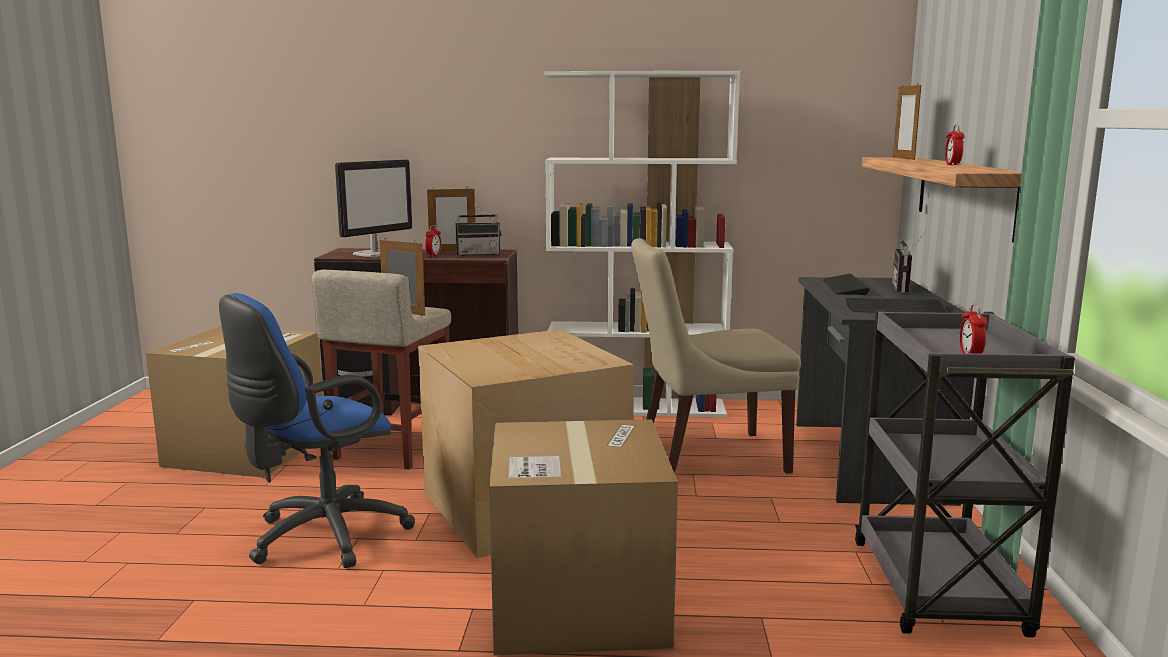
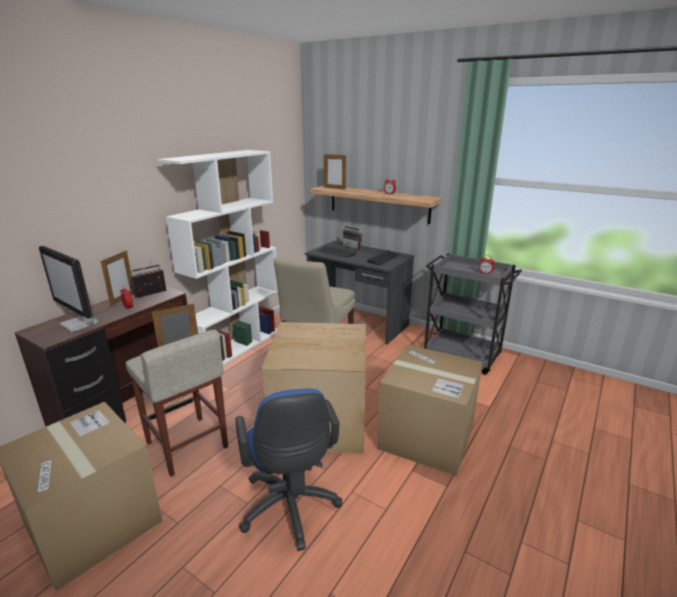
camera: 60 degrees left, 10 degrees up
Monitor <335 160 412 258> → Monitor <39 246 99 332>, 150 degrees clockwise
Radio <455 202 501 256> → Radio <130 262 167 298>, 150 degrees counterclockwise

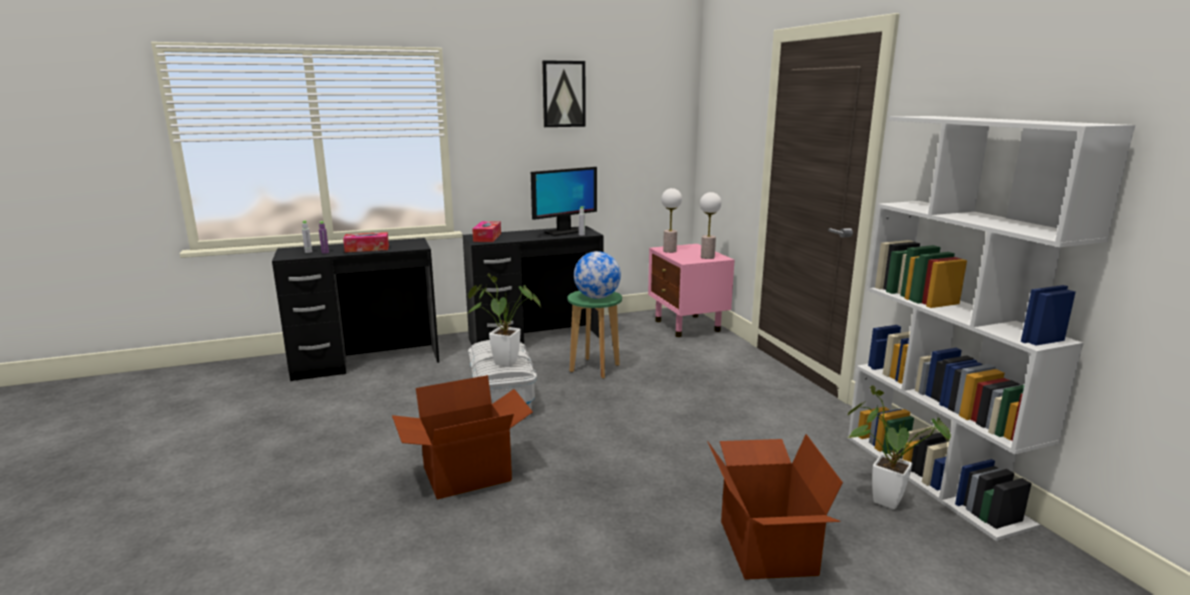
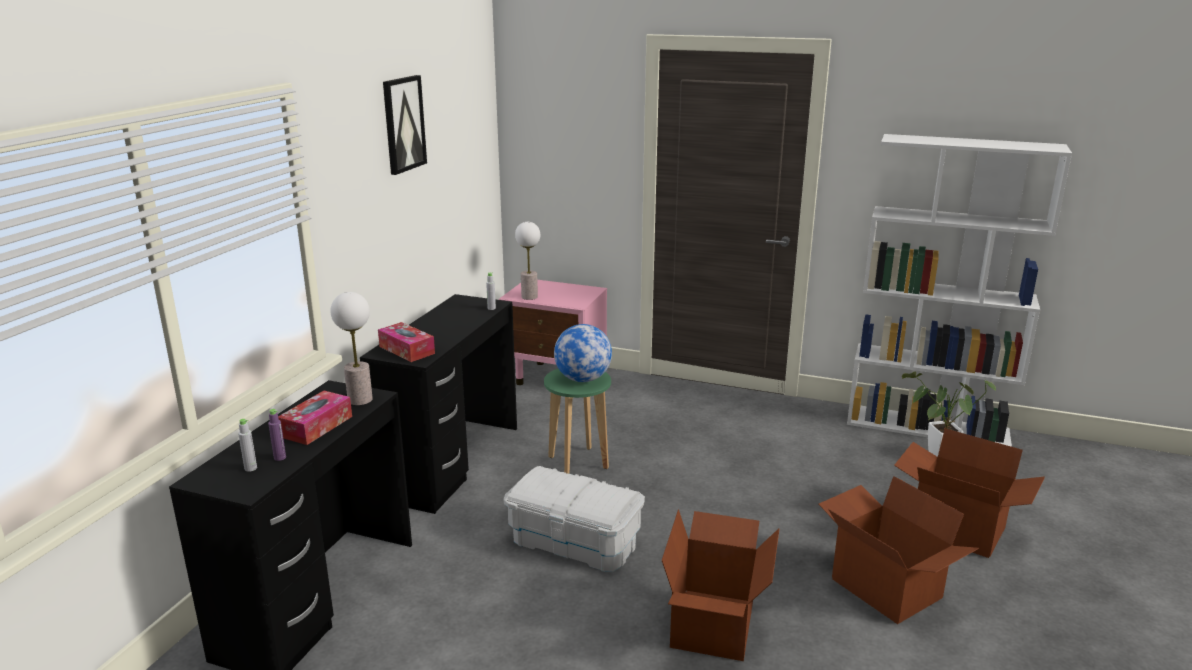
camera: 50 degrees left, 5 degrees up
Topfpflanze <468 273 541 367> → -
Monitor <531 167 597 236> → -
- → Karton <819 476 979 624>
Tischlampe <700 192 721 259> → Tischlampe <331 292 373 406>, relocated

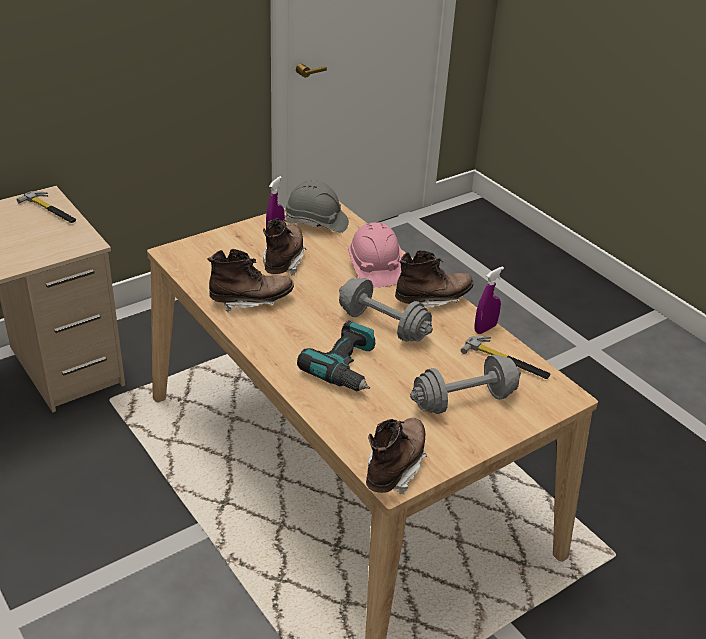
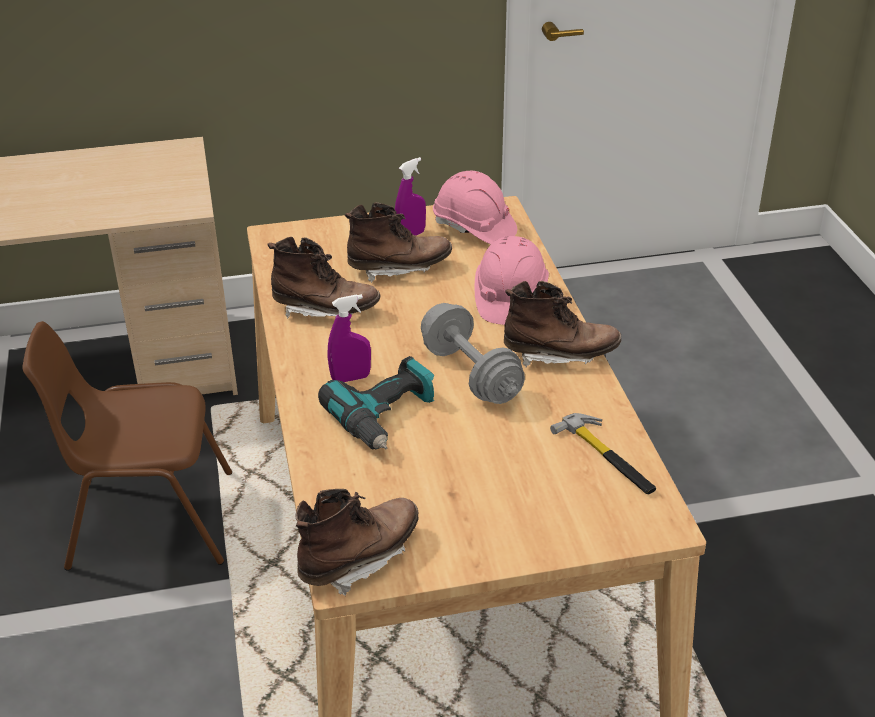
camera: 25 degrees right, 0 degrees up
Hammer <17 191 76 223> → -
Hantel [grau] <410 354 521 414> → -
- → Stuhl [braun] <22 321 232 571>
Sprühflasche [lila] <475 266 504 334> → Sprühflasche [lila] <328 294 371 382>, relocated
Schutzhelm [grau] <285 180 349 233> → Schutzhelm [rosa] <433 171 517 244>
Stiefel [braun] <263 218 306 275> → Stiefel [braun] <345 202 452 283>, 45 degrees clockwise

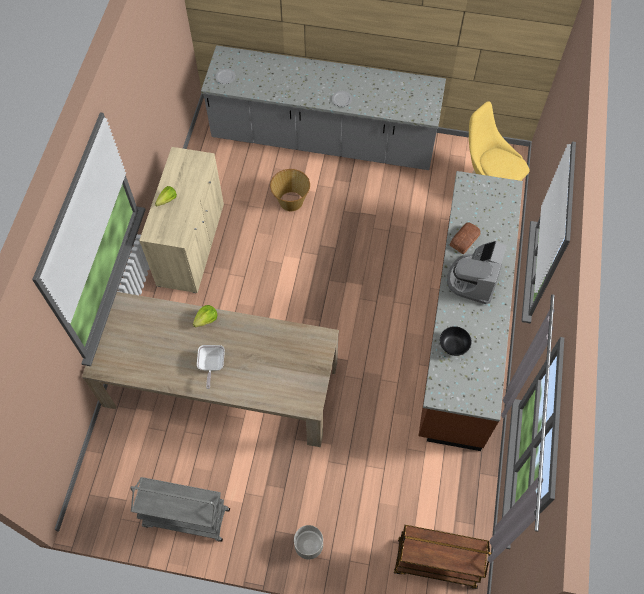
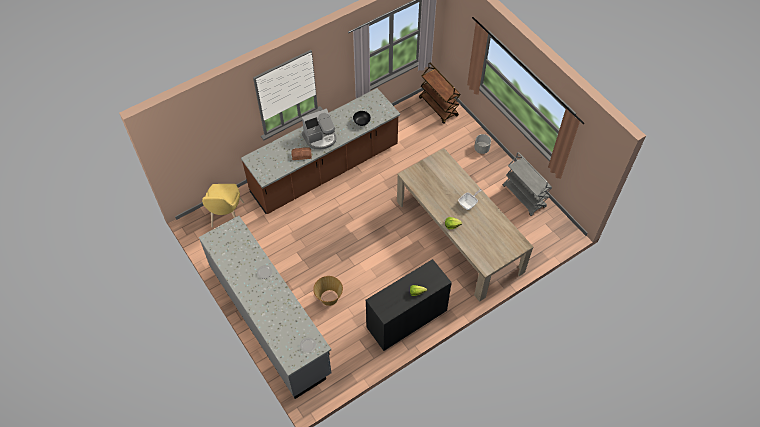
camera: 135 degrees left, 5 degrees down
Schrank [beige] <139 147 224 293> → Schrank [schwarz] <366 259 452 351>

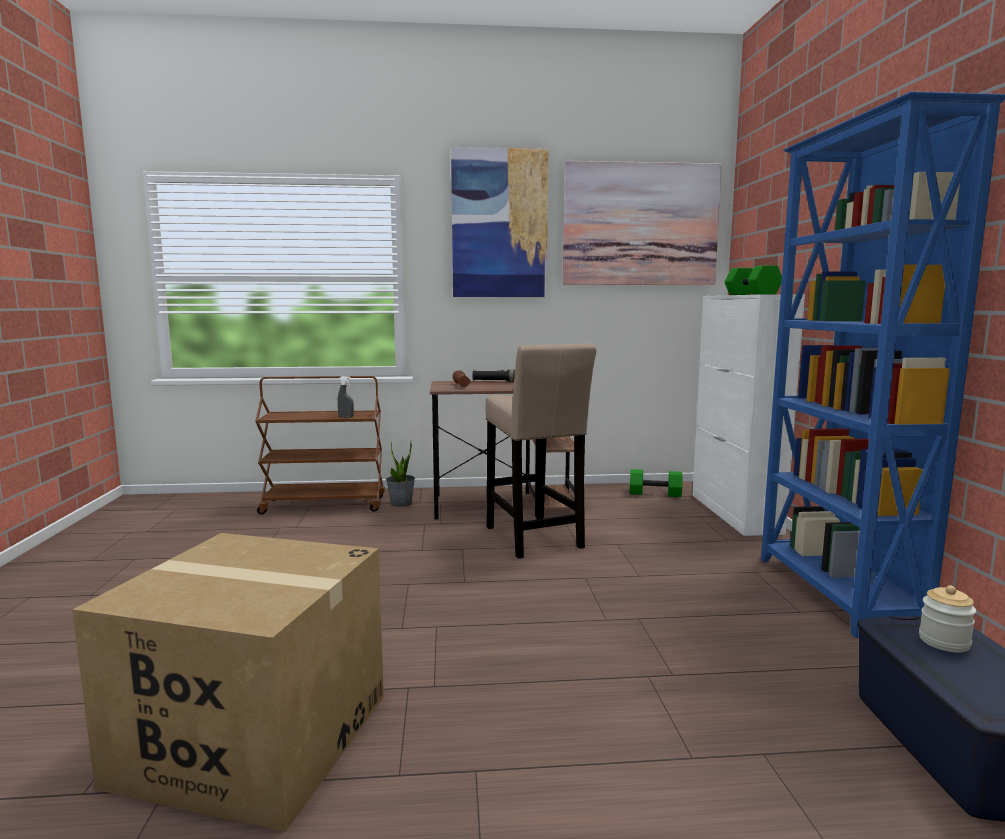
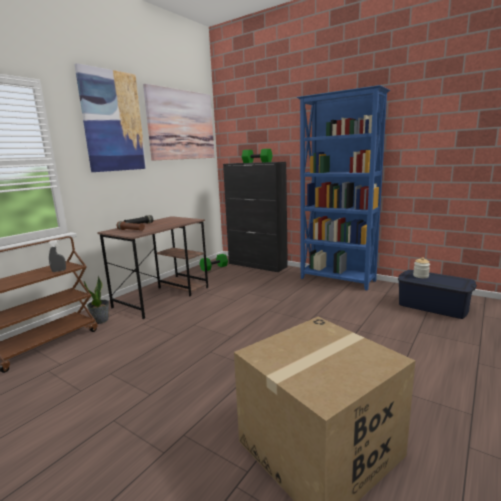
camera: 50 degrees left, 5 degrees up
Hocker [beige] <485 343 596 559> → -
Schrank [weiß] <693 295 805 536> → Schrank [schwarz] <223 162 288 272>

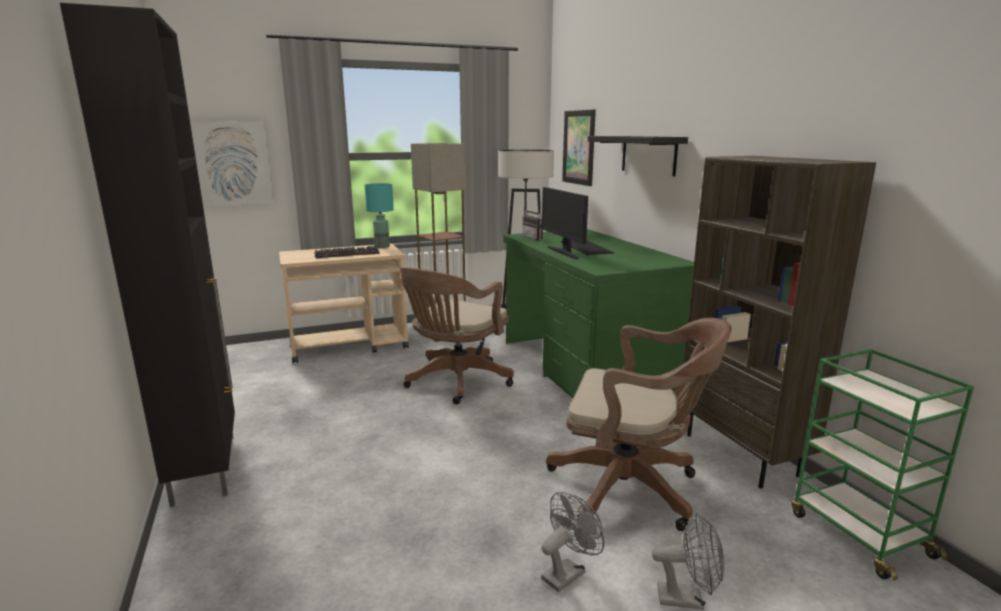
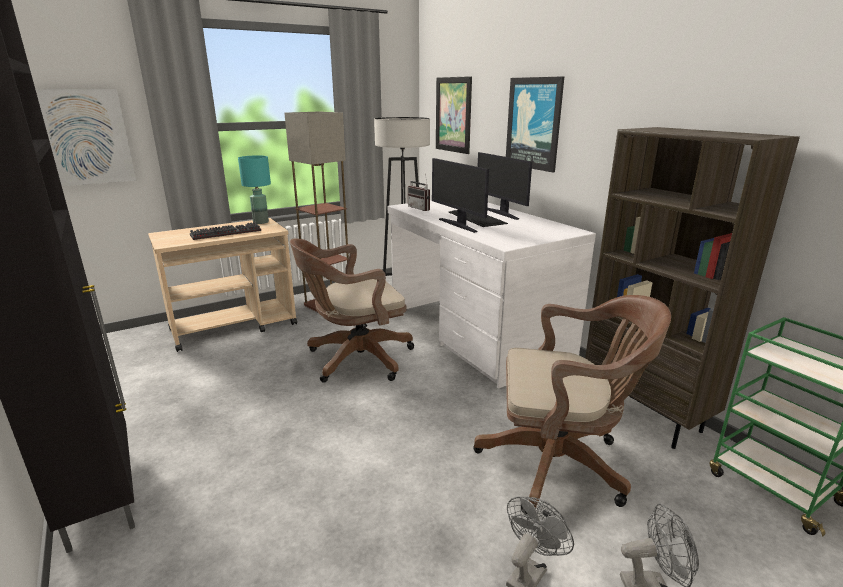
camera: 10 degrees left, 5 degrees up
- → Monitor <477 152 532 220>
Wandregal [schwarz] <588 136 688 177> → Bild <506 76 564 172>
Schreibtisch [grün] <503 229 694 398> → Schreibtisch [weiß] <388 200 596 389>
Bürostuhl [braun] <400 267 514 405> → Bürostuhl [braun] <290 239 414 383>, 45 degrees clockwise

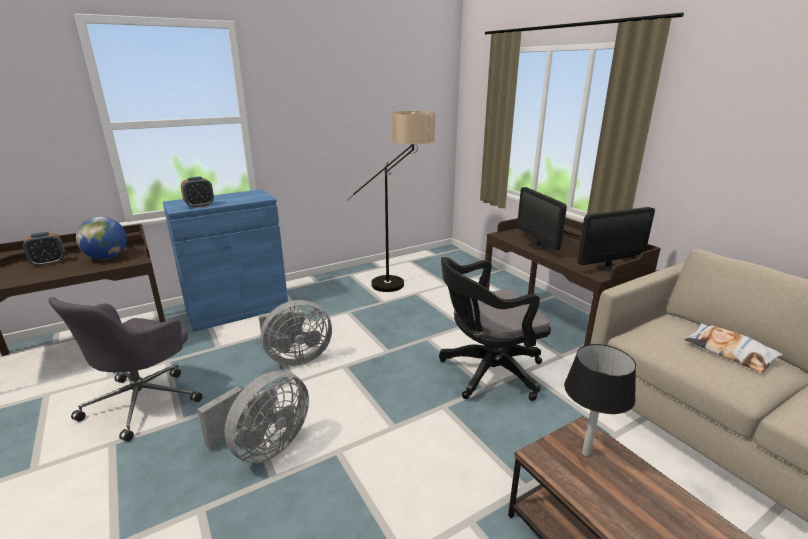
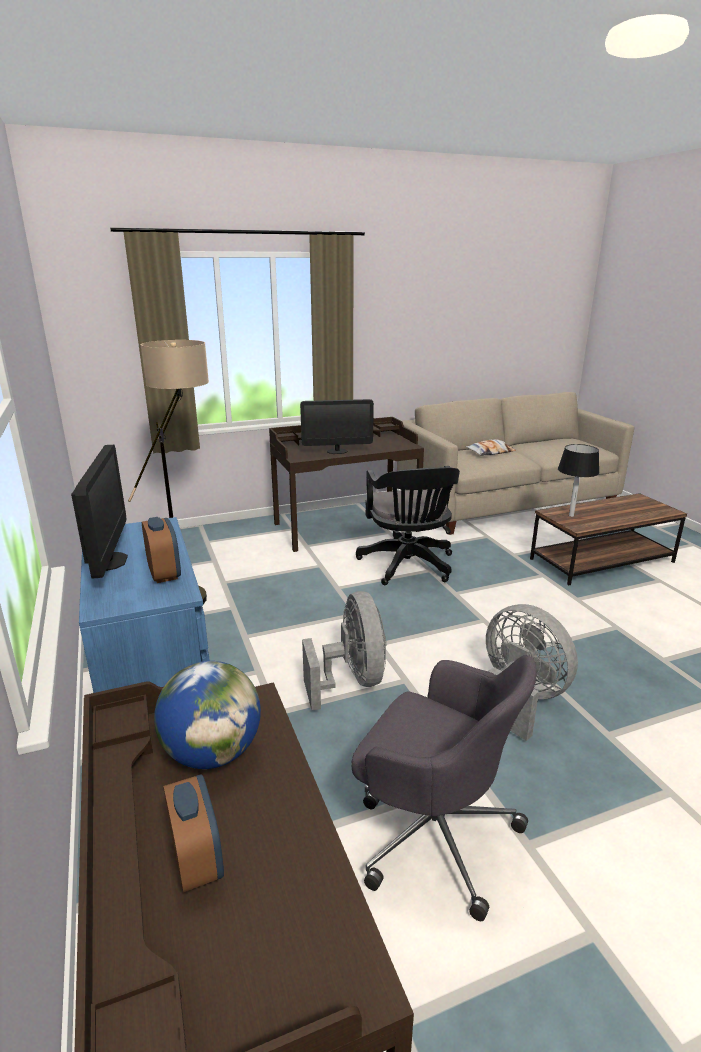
camera: 80 degrees left, 0 degrees up
Monitor <577 207 655 271> → Monitor <71 445 128 579>, relocated

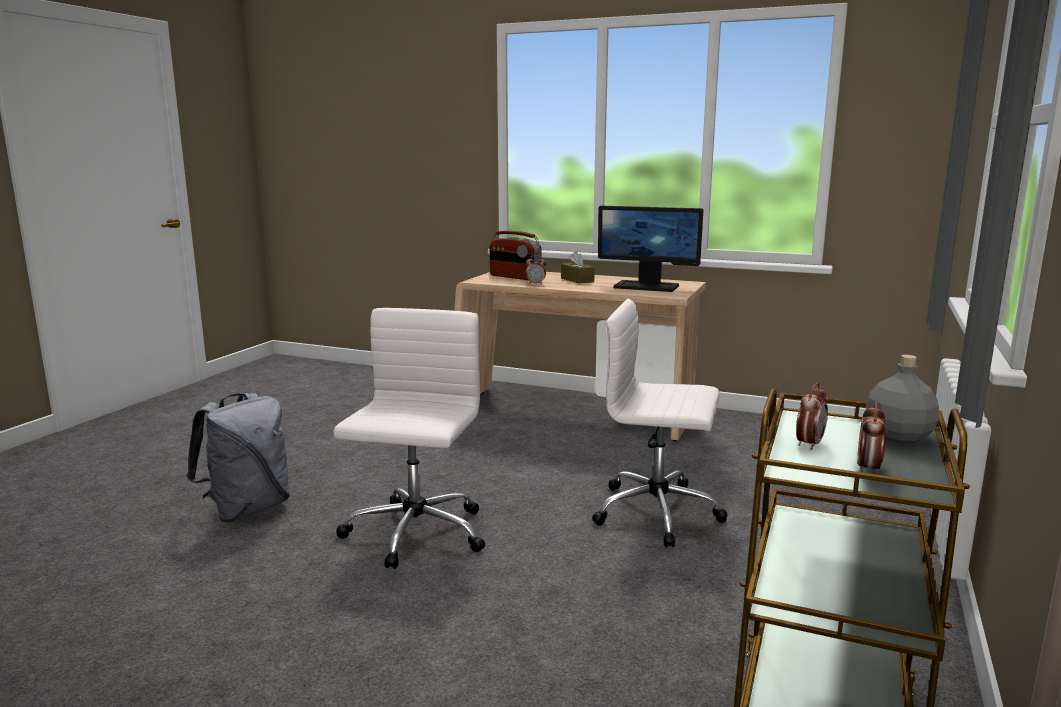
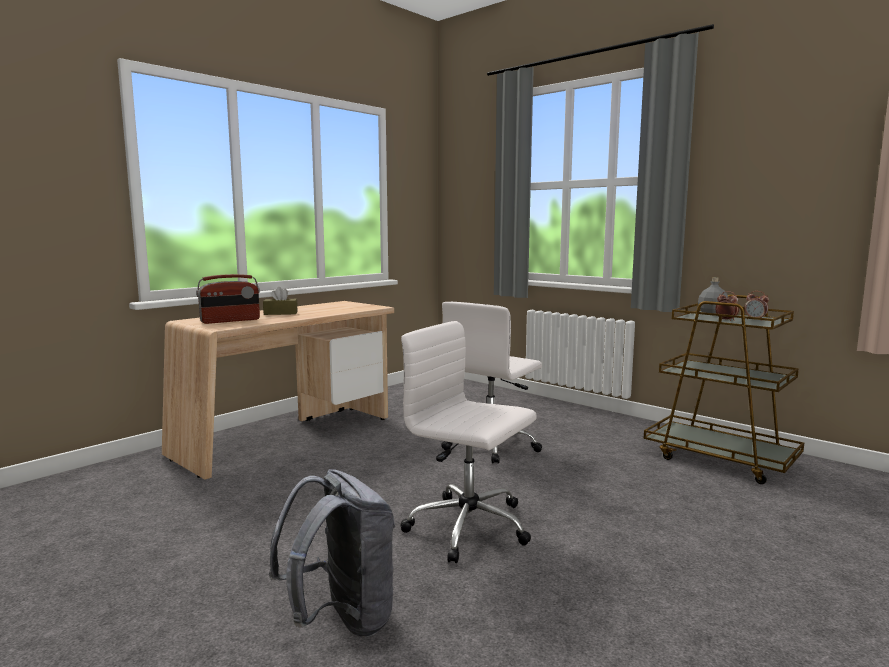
camera: 70 degrees left, 5 degrees down
Wecker <525 255 547 285> → -
Monitor <598 206 703 292> → -

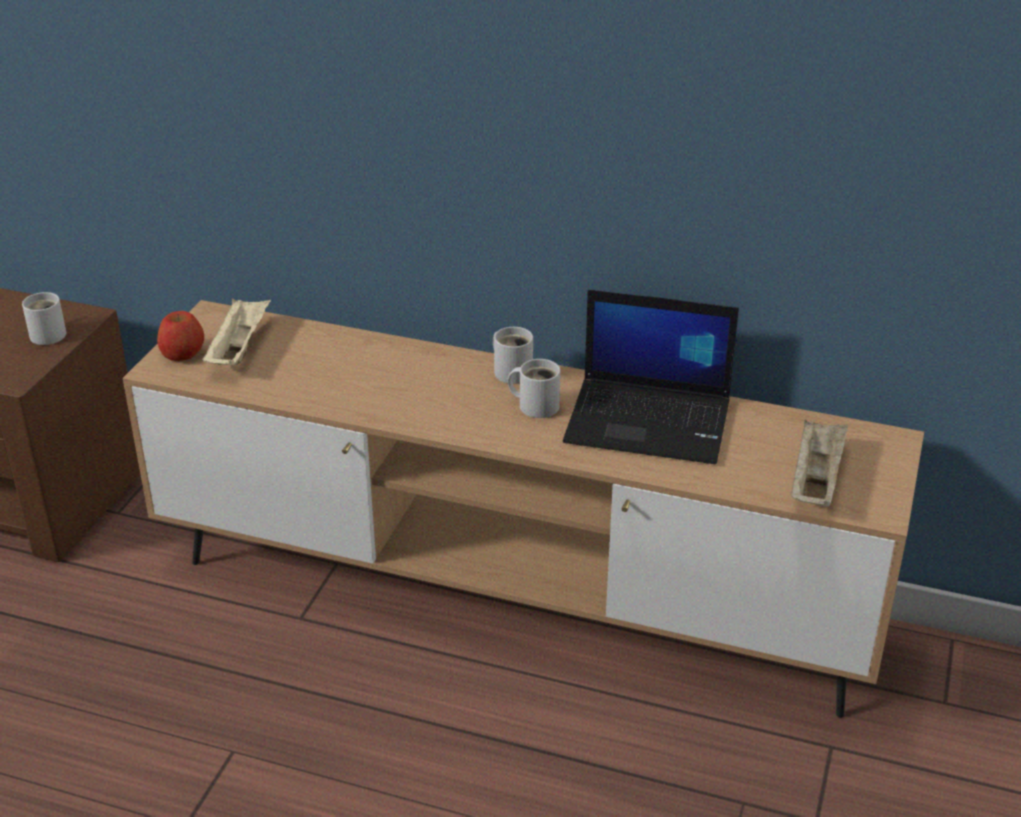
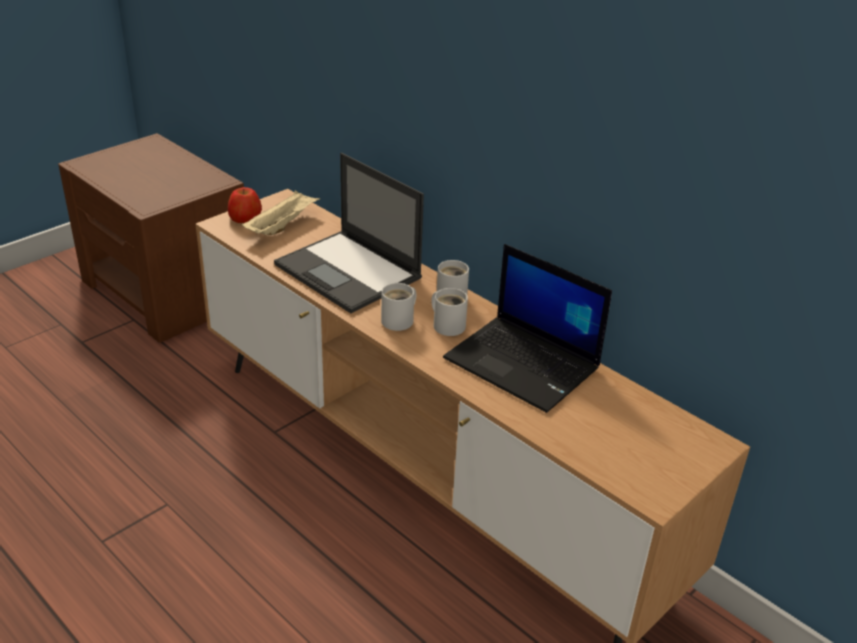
camera: 25 degrees right, 0 degrees up
Tablett [beige] <791 419 848 507> → -
- → Laptop <274 153 424 313>
Henkelbecher [weiß] <22 292 66 345> → Henkelbecher [weiß] <381 283 416 331>, relocated

